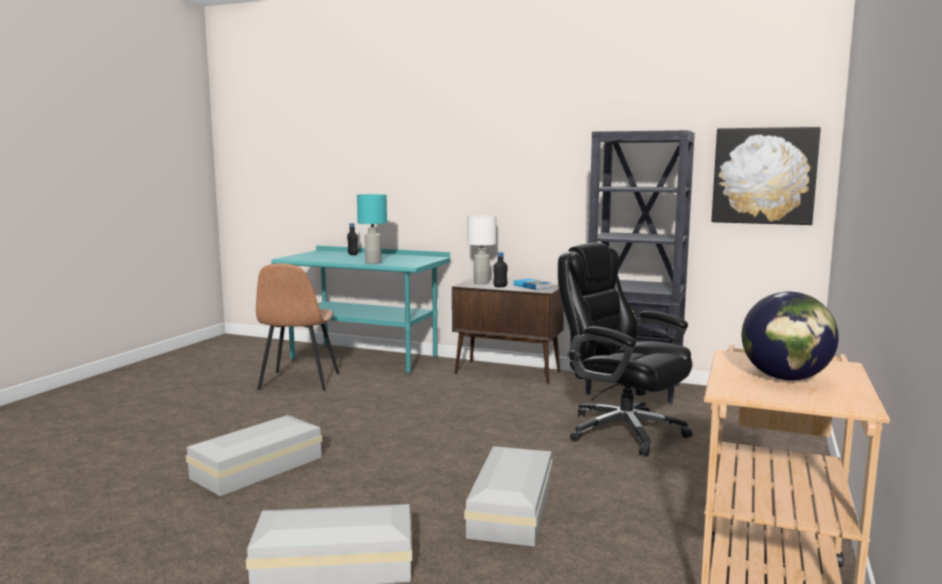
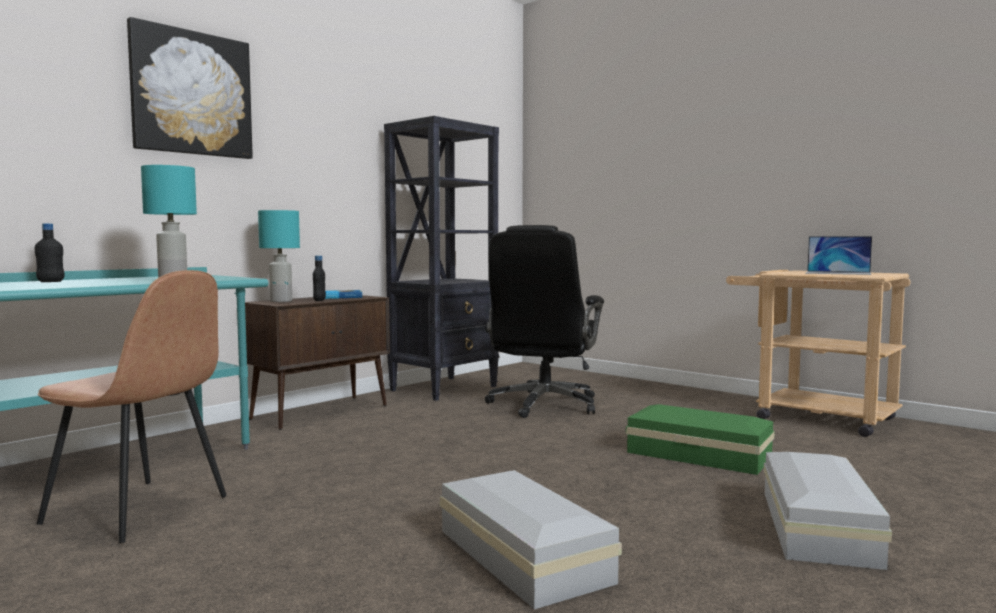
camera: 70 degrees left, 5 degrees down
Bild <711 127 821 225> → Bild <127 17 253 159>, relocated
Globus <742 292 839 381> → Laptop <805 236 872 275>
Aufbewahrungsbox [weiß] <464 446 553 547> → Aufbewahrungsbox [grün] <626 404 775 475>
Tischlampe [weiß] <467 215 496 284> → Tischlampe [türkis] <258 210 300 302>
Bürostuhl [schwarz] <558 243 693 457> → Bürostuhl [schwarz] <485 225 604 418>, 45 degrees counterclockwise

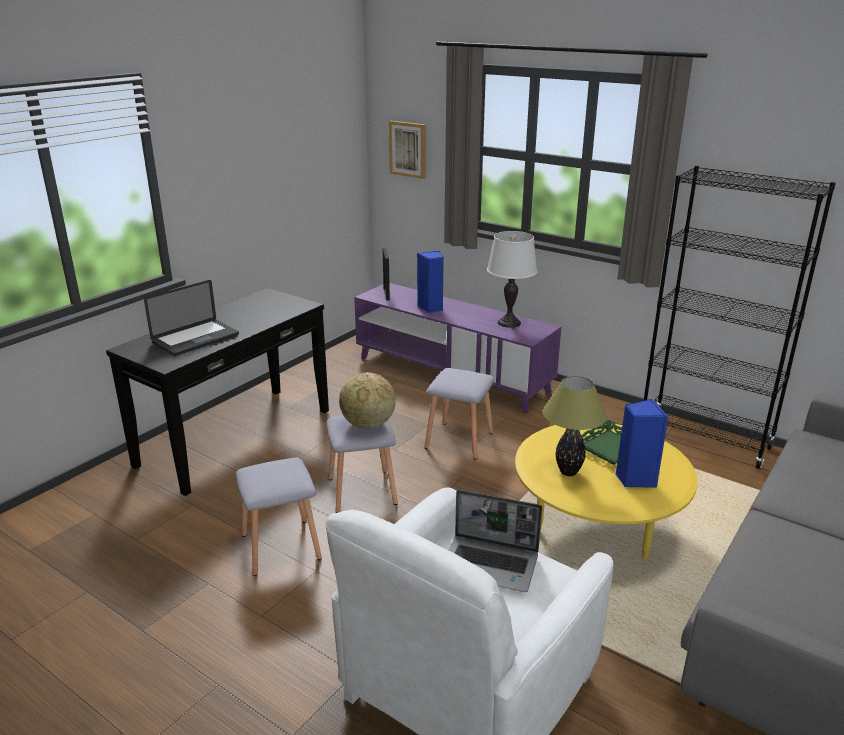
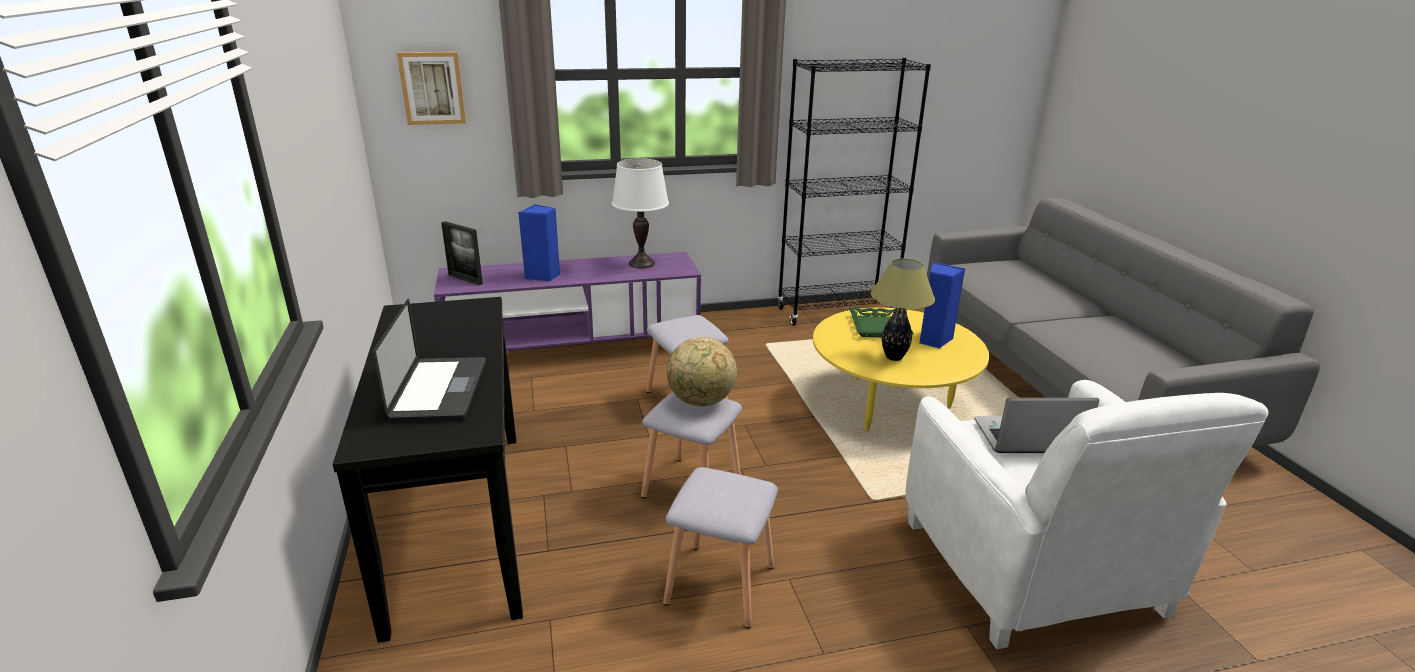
camera: 50 degrees left, 0 degrees up
Laptop <449 490 542 592> → Laptop <974 398 1099 453>, 150 degrees counterclockwise

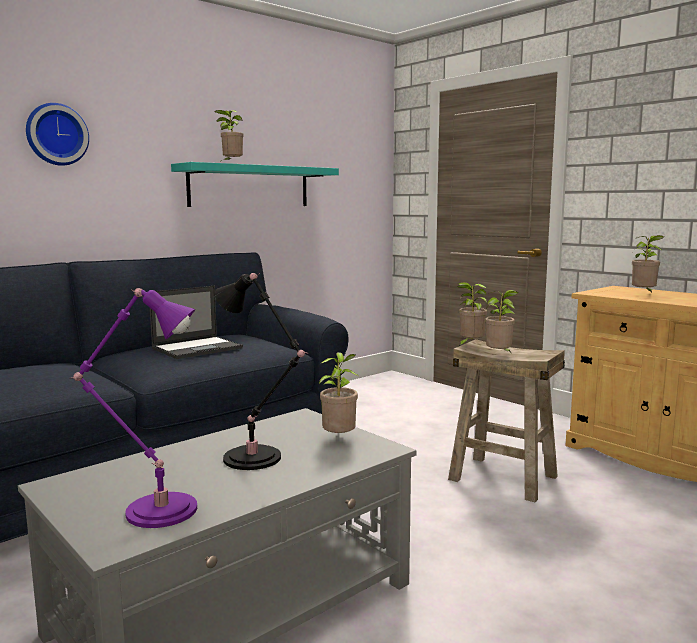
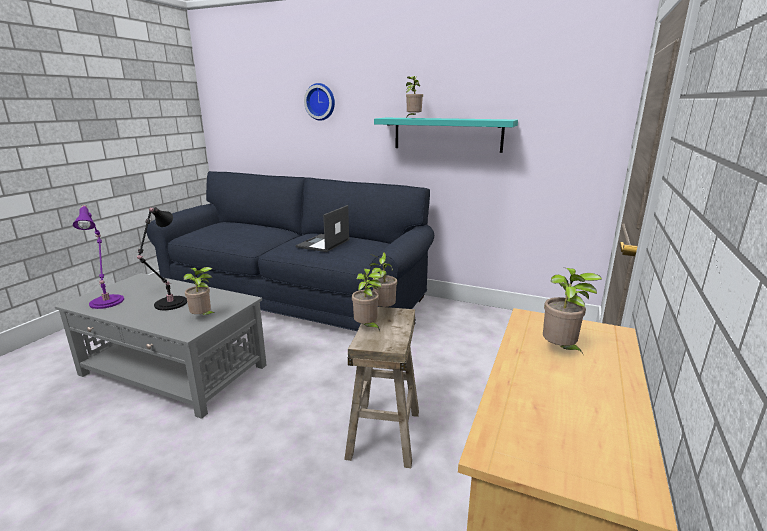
camera: 65 degrees right, 10 degrees up
Laptop <150 286 243 359> → Laptop <296 205 350 252>, 90 degrees clockwise

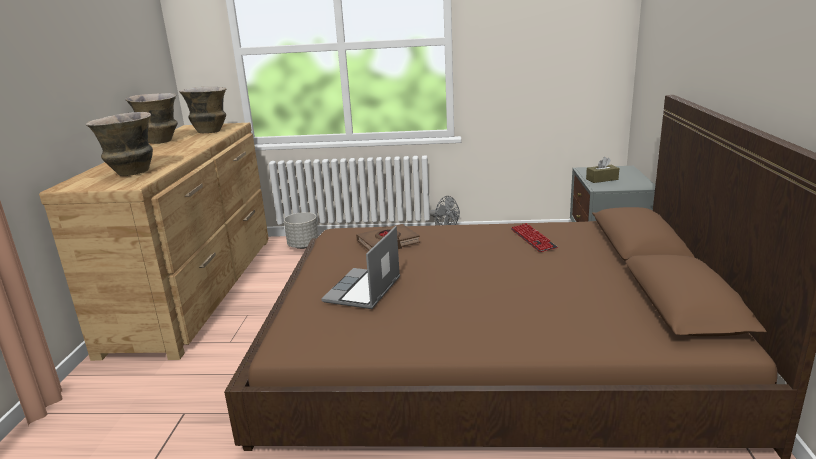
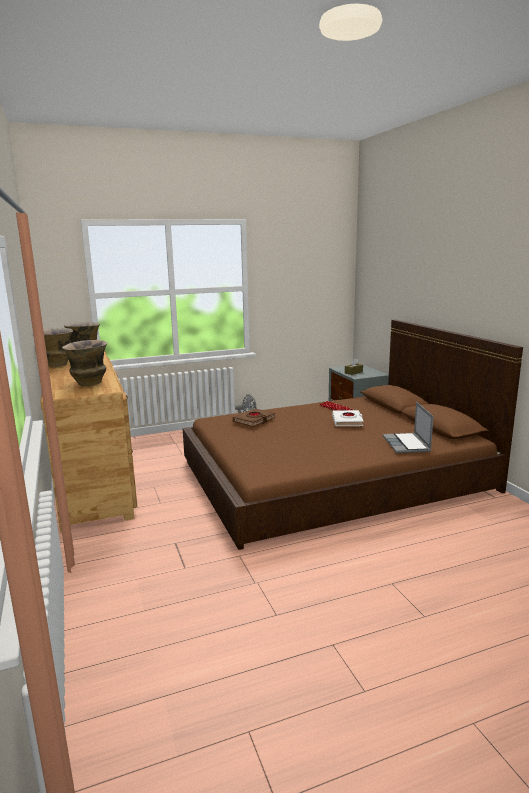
camera: 25 degrees left, 5 degrees down
Pflanzkübel [grau] <284 212 319 249> → -
- → Buch [weiß] <332 410 364 426>
Laptop <321 226 400 309> → Laptop <383 402 433 453>, relocated

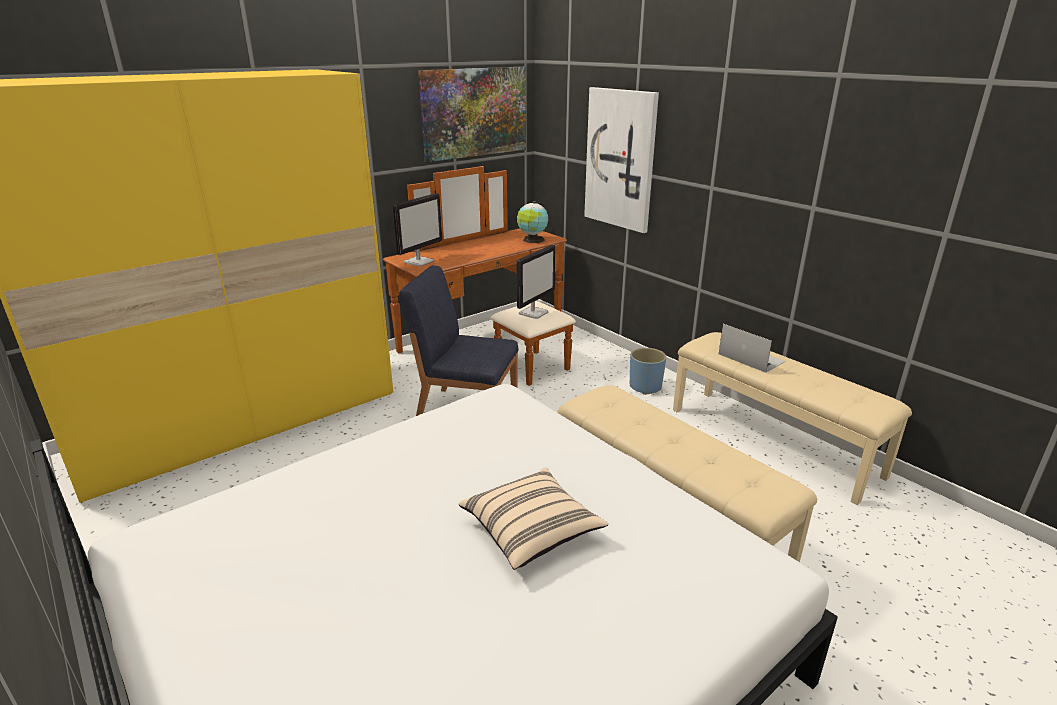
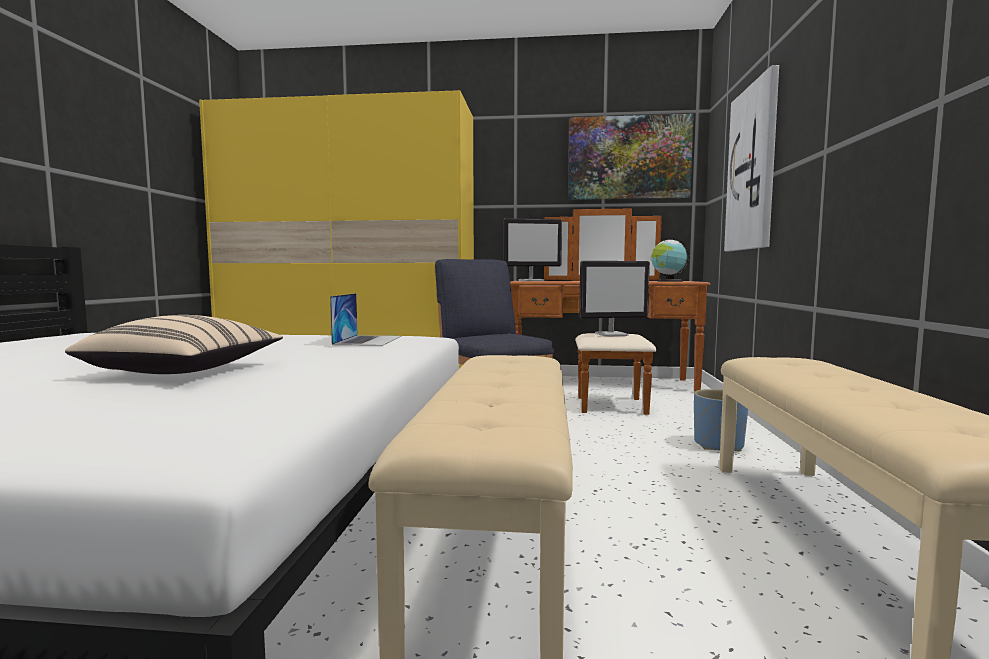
camera: 45 degrees right, 20 degrees down
Laptop <719 324 786 373> → Laptop <330 293 402 346>, relocated

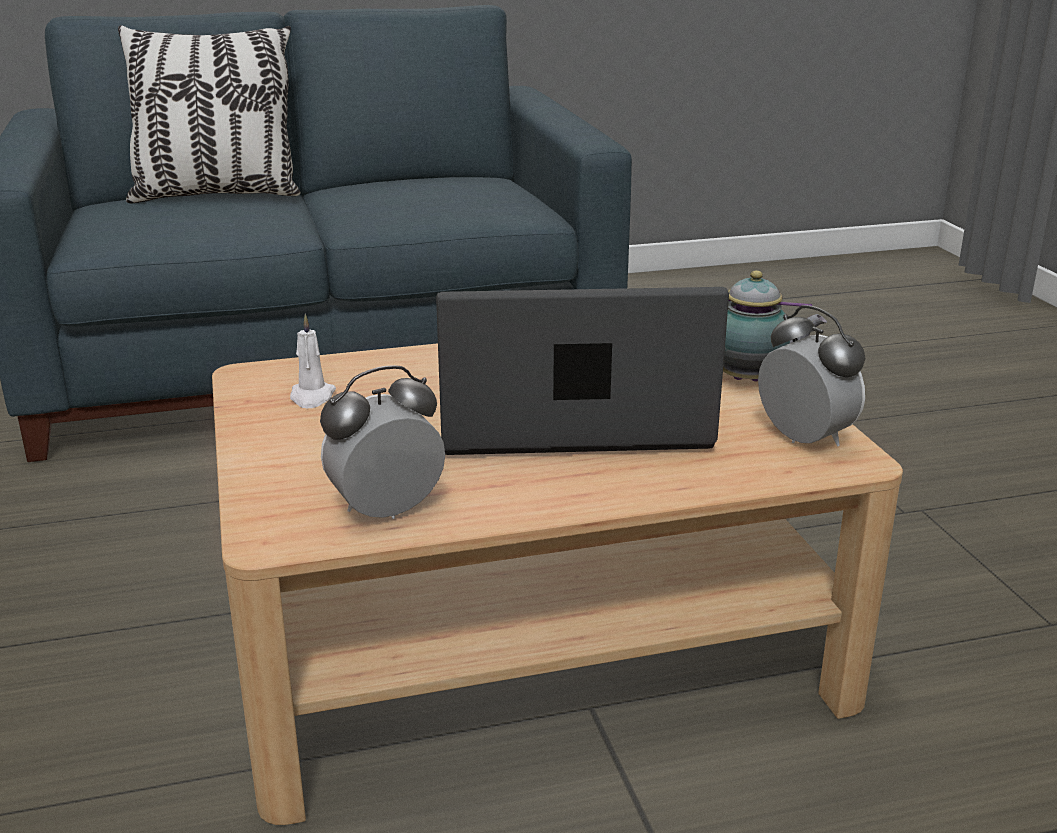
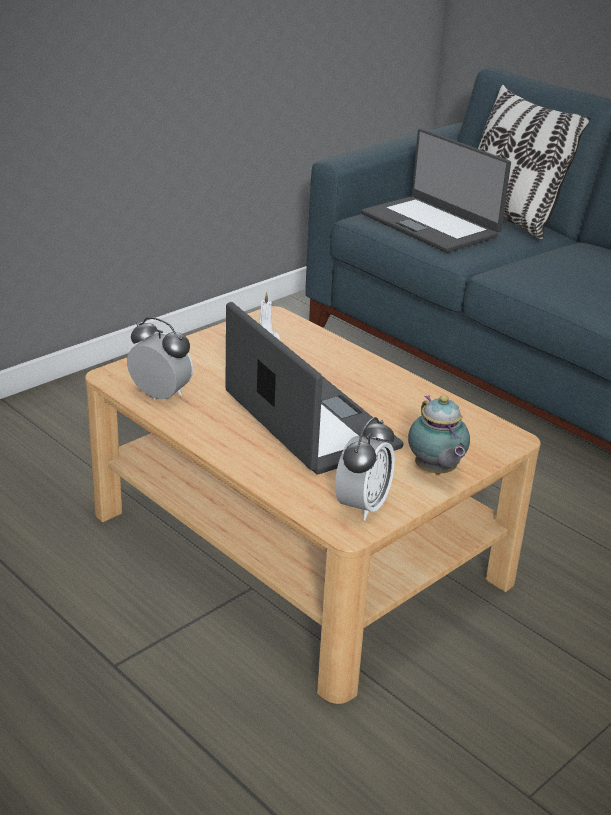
camera: 60 degrees right, 5 degrees up
- → Laptop <361 129 511 253>

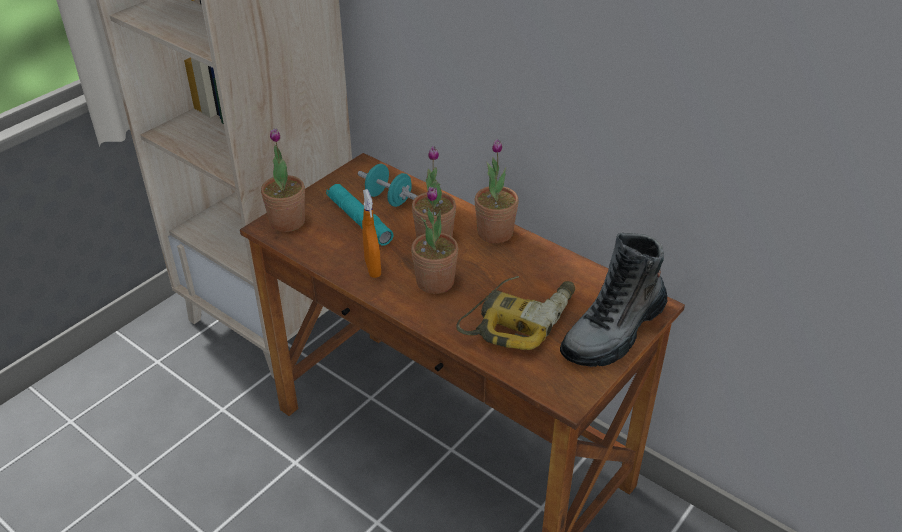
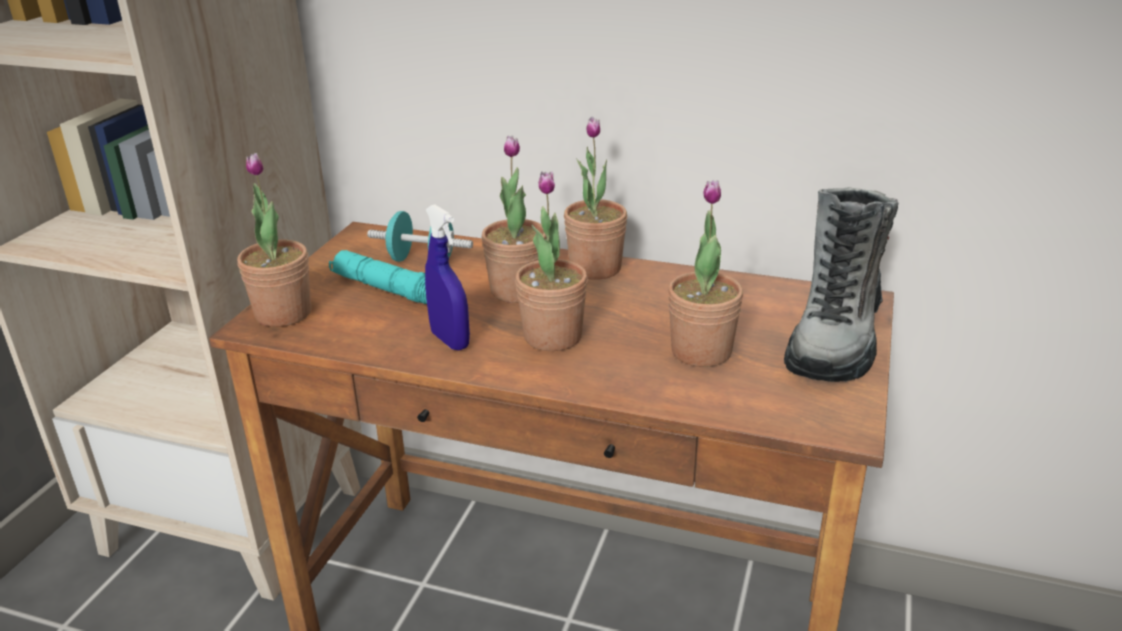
camera: 20 degrees left, 10 degrees down
Bohrmaschine <456 276 575 350> → Topfpflanze <668 180 743 367>
Sprühflasche [orange] <362 189 381 278> → Sprühflasche [blau] <425 204 470 351>

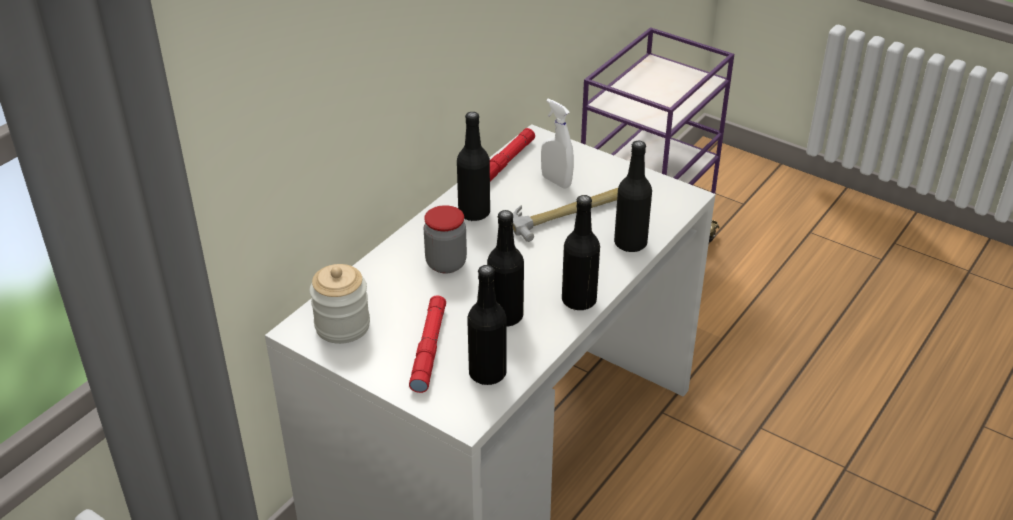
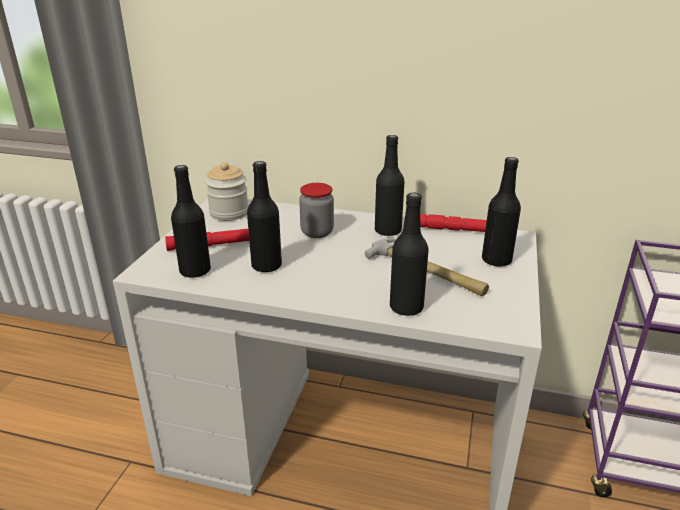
camera: 70 degrees right, 10 degrees down
Sprühflasche [weiß] <541 99 574 189> → -
Flasche [schwarz] <562 195 600 310> → Flasche [schwarz] <482 157 521 267>, relocated

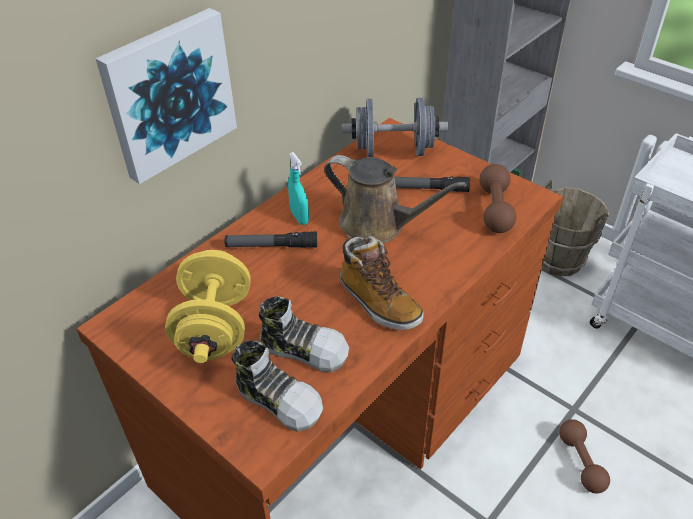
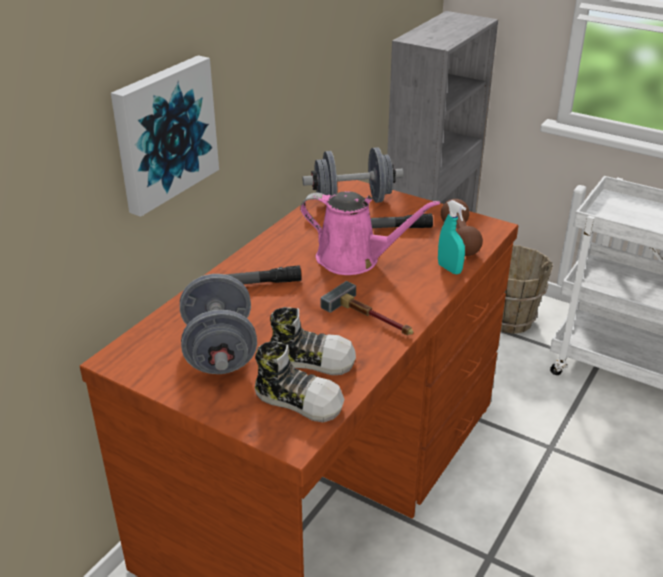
camera: 10 degrees left, 10 degrees down
Hantel [braun] <559 419 610 493> → -
Sprühflasche [türkis] <288 152 309 225> → Sprühflasche [türkis] <438 200 466 274>, relocated
Stiefel <340 236 424 330> → Hammer <321 281 413 336>
Hantel [gelb] <165 250 251 363> → Hantel [grau] <180 274 257 374>
Gießkanne [braun] <324 155 467 243> → Gießkanne [rosa] <300 191 440 275>

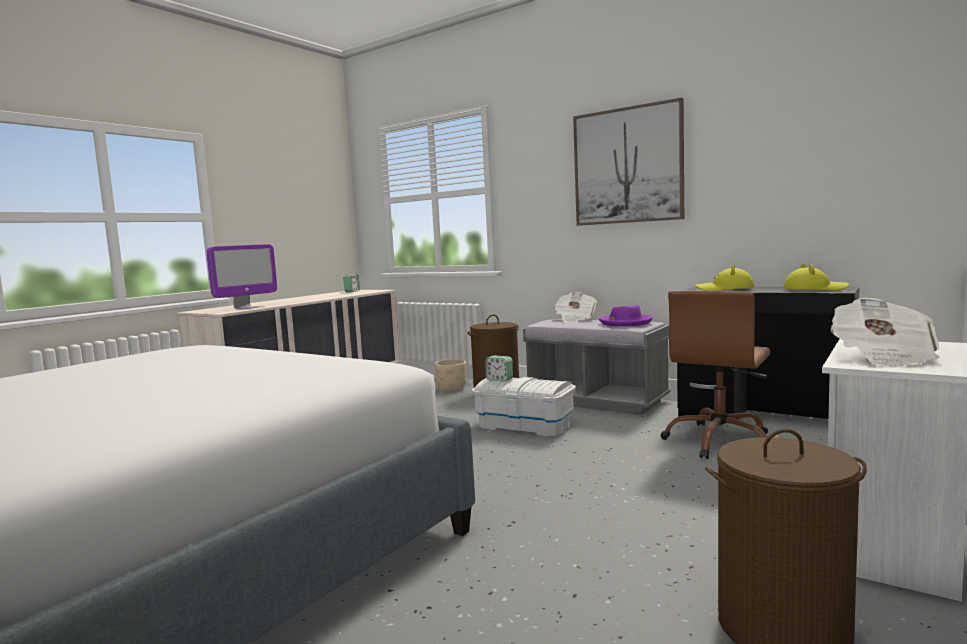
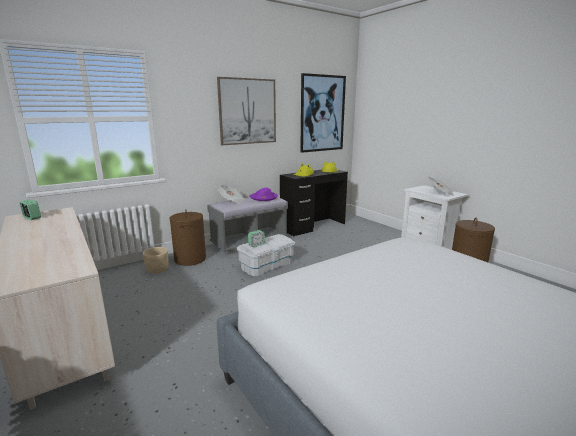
camera: 70 degrees left, 10 degrees up
Monitor <207 244 277 310> → -
Bürostuhl [braun] <661 291 770 459> → -
- → Bild <300 73 346 153>

